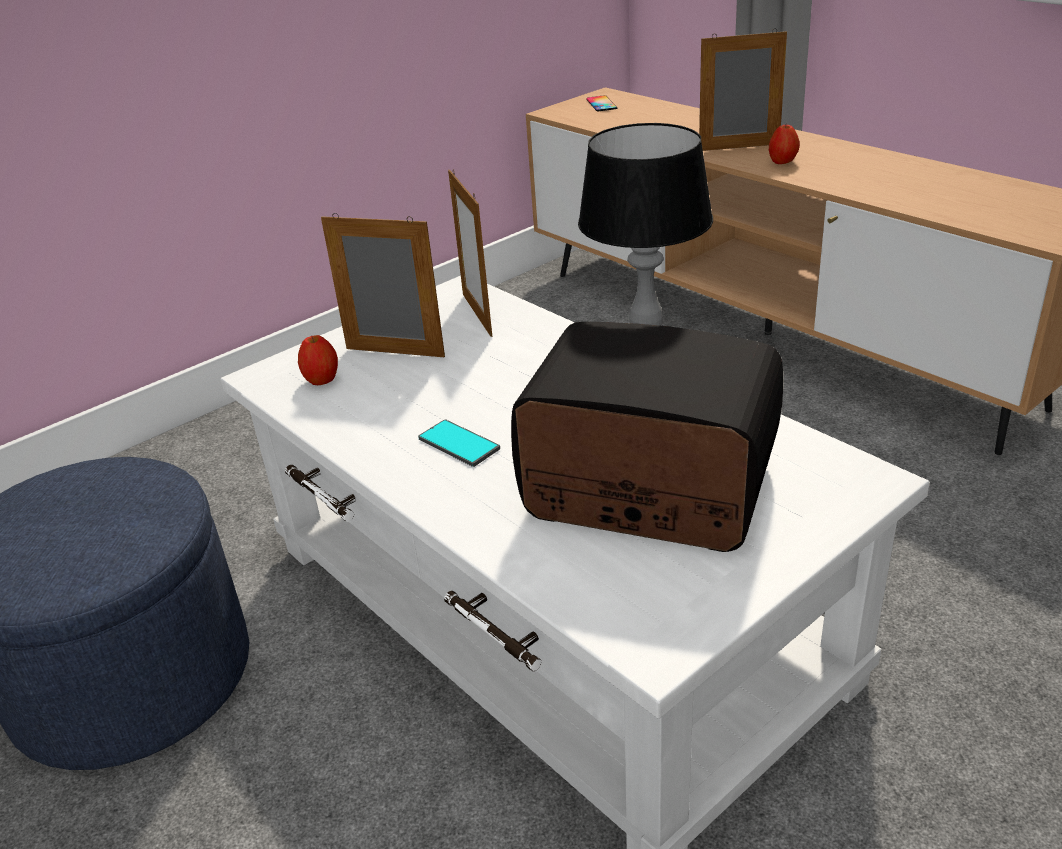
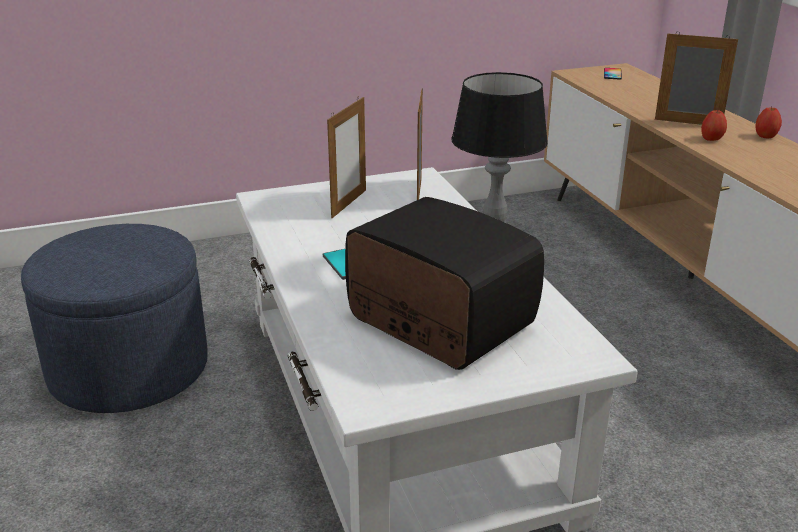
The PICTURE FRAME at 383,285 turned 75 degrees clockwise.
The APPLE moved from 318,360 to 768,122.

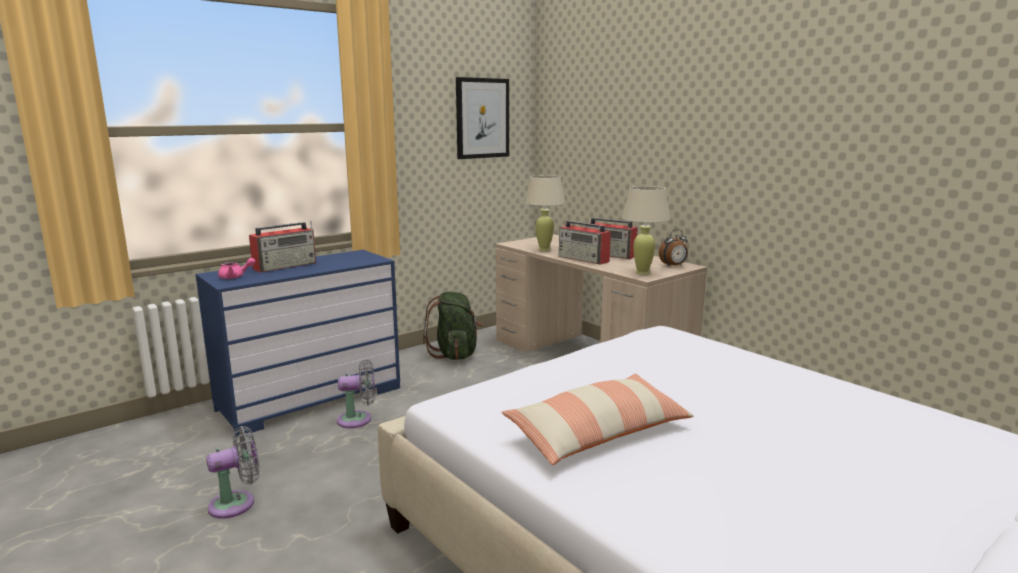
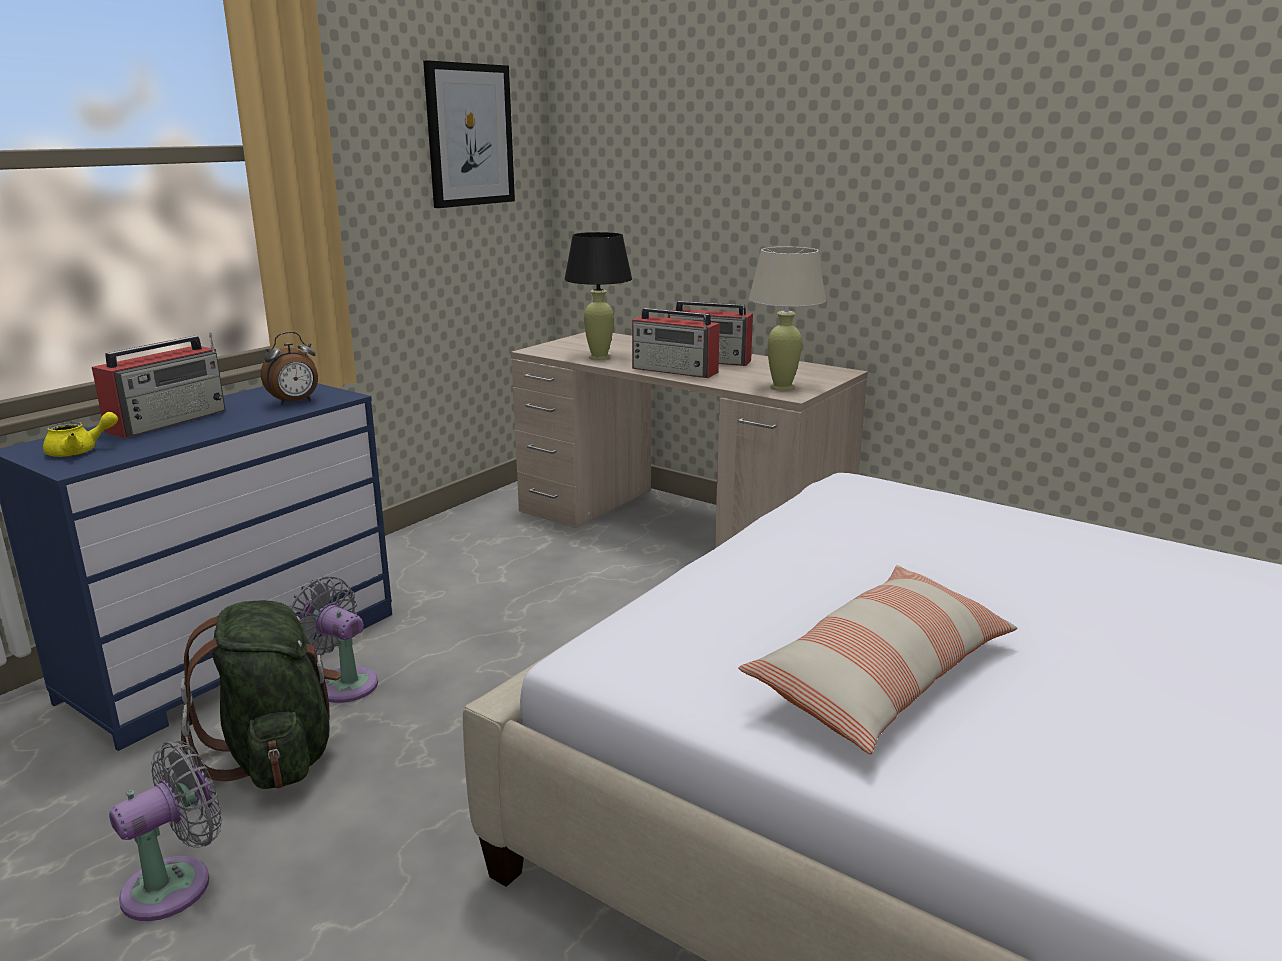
The BEIGE TABLE LAMP at 545,213 became the BLACK TABLE LAMP at 598,296.
The ALARM CLOCK moved from 673,247 to 289,368.
The PINK TEAPOT at 237,268 became the YELLOW TEAPOT at 80,434.
The GREEN BACKPACK moved from 452,326 to 261,694.
The GREY FAN at 356,393 turned 120 degrees counterclockwise.

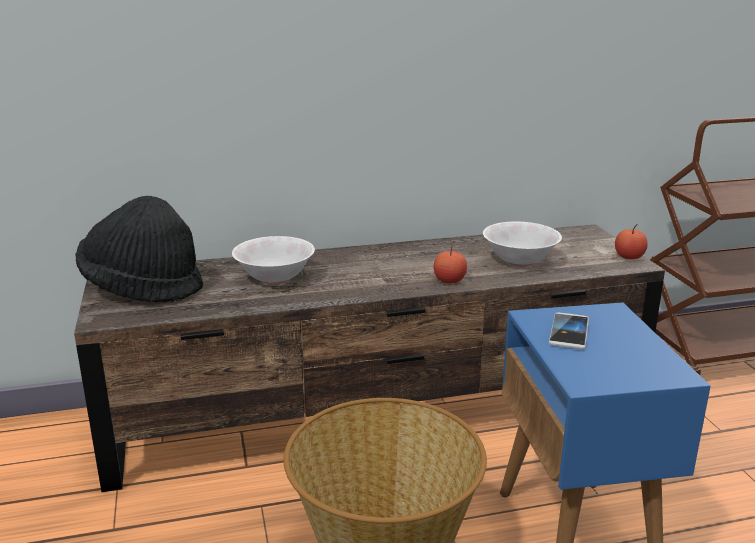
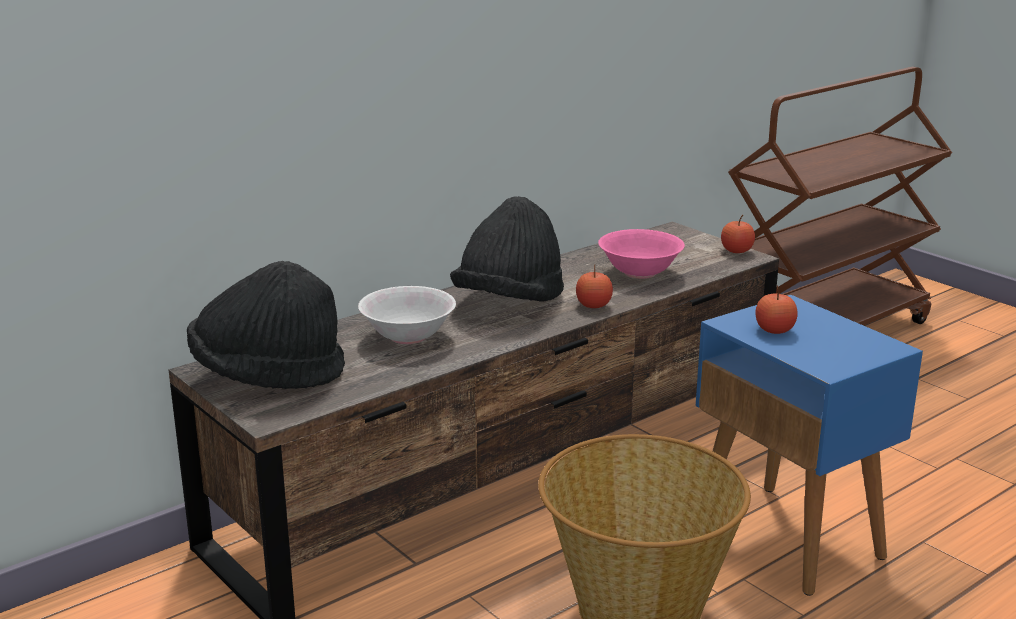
The WHITE BOWL at 522,244 became the PINK BOWL at 641,254.
The PHONE at 569,331 was replaced by the APPLE at 776,309.
The BLACK HAT at 507,249 appeared.

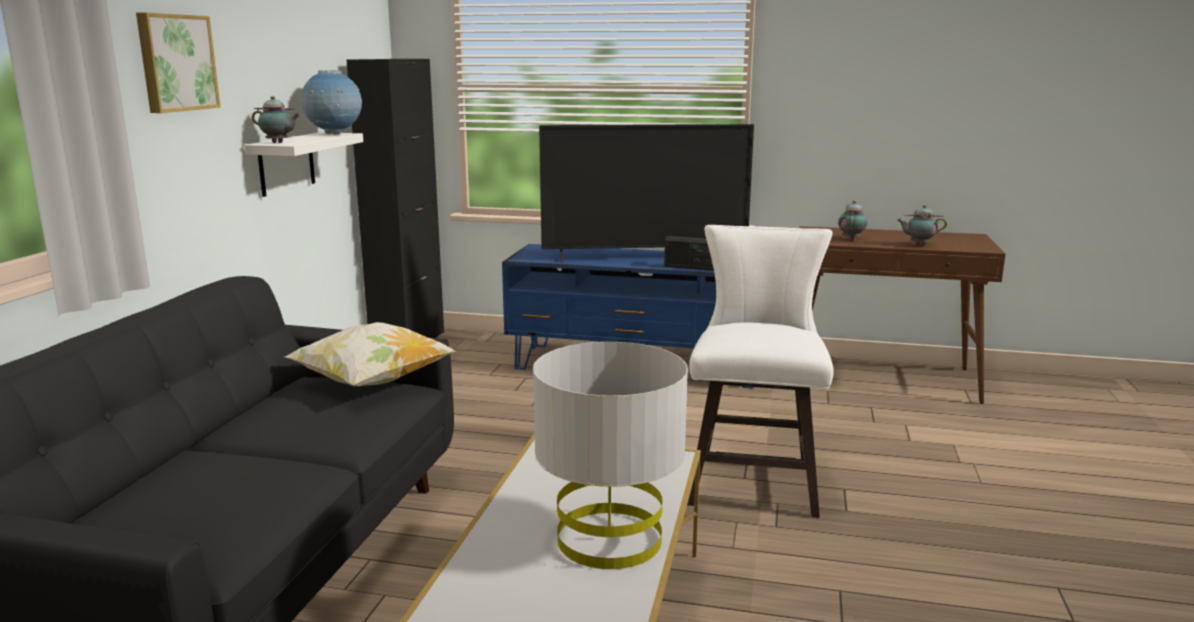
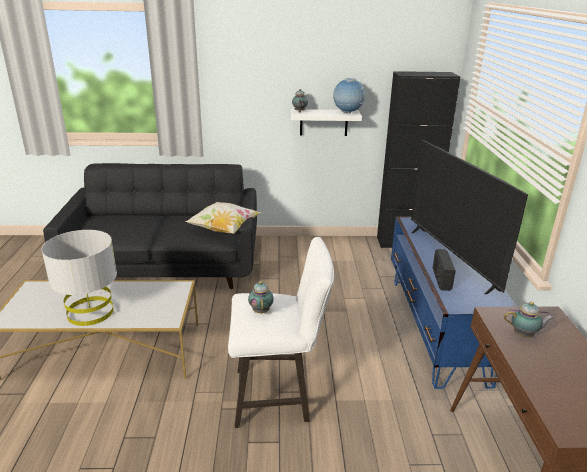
The PICTURE at 178,63 disappeared.
The TEAPOT moved from 922,225 to 261,297.

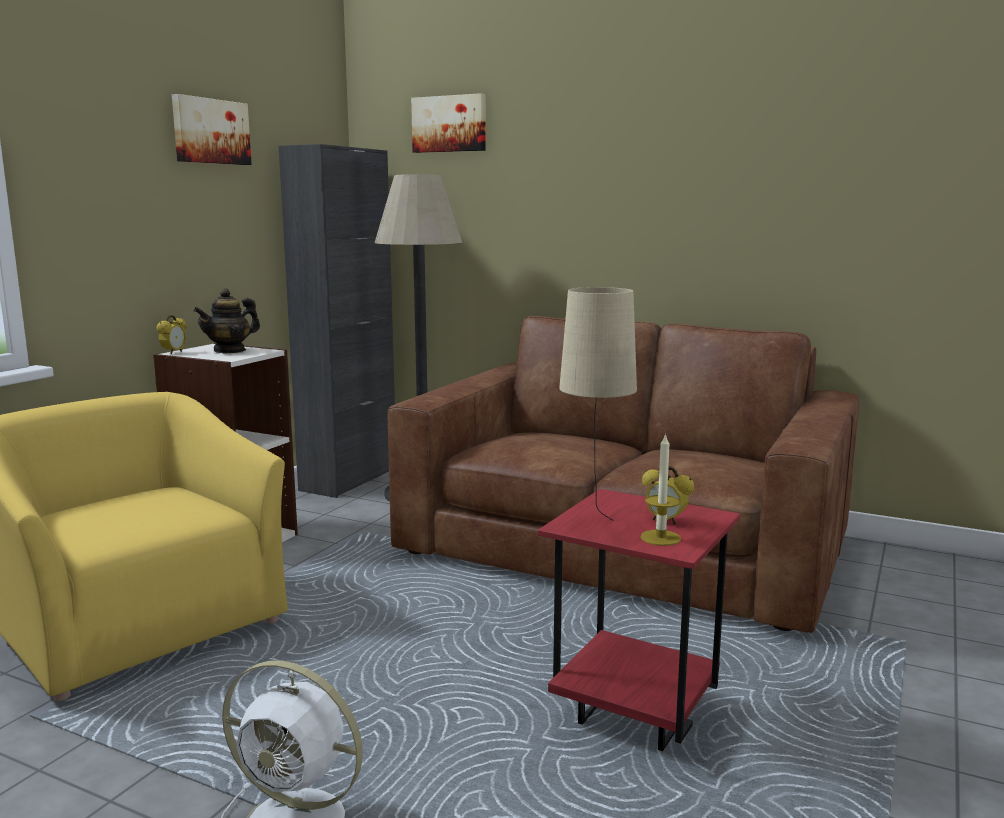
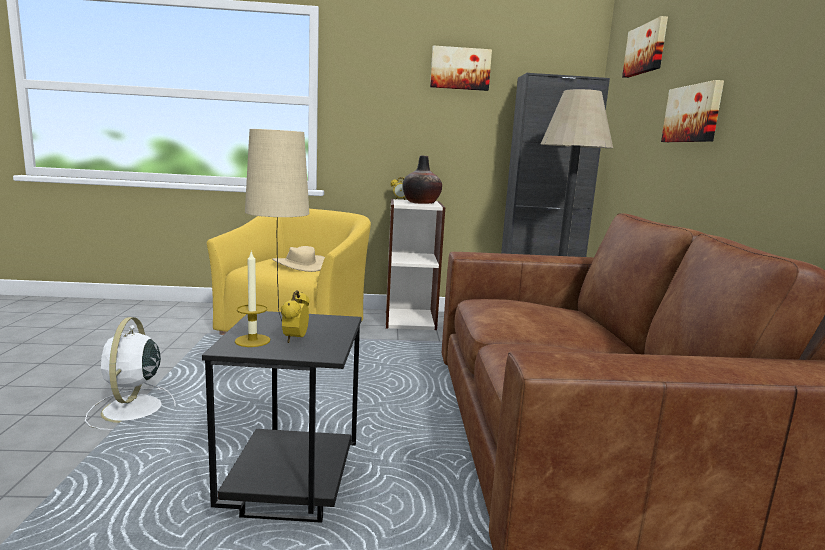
The TEAPOT at 226,320 was replaced by the VASE at 422,180.
The RED SIDE TABLE at 639,620 became the BLACK SIDE TABLE at 282,417.
The PICTURE at 692,111 appeared.
The BEIGE HAT at 298,259 appeared.

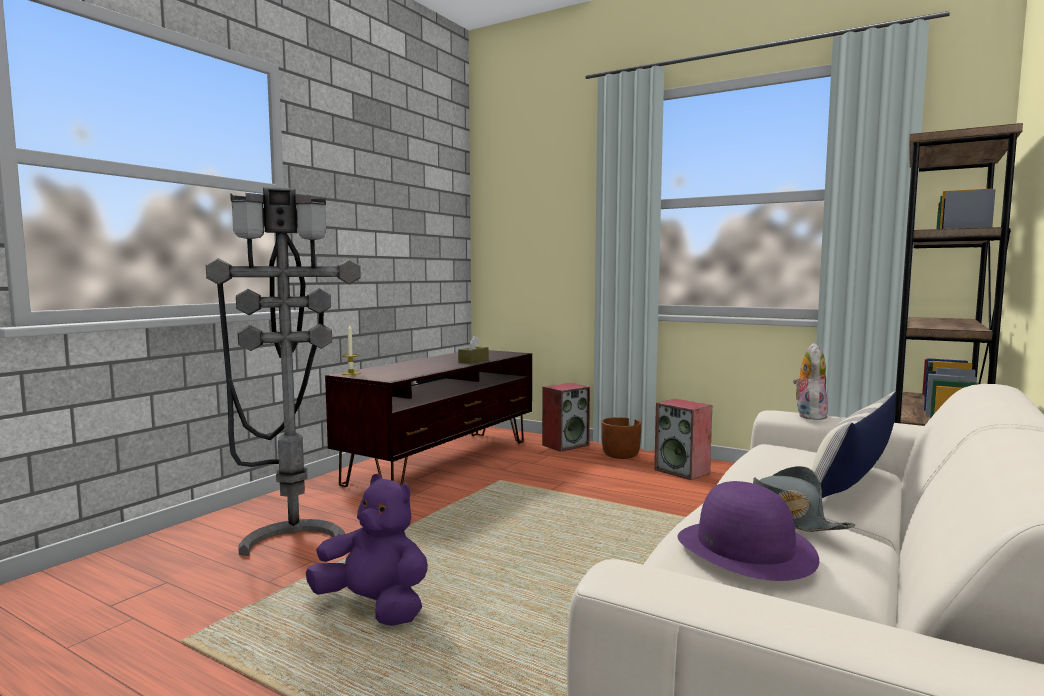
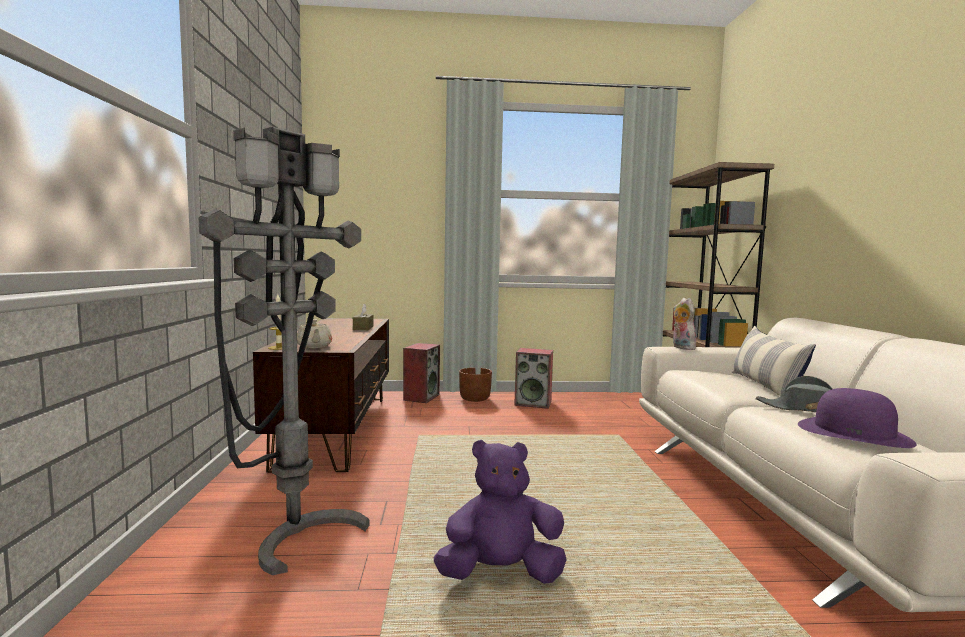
The BEIGE TEAPOT at 314,334 appeared.

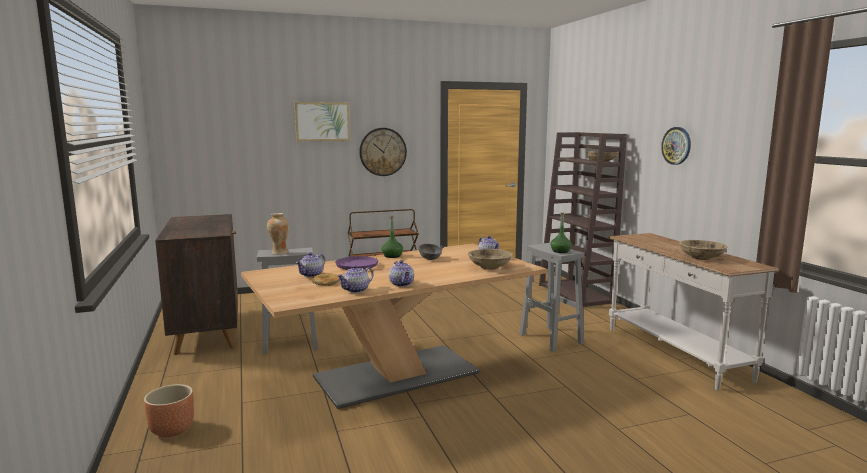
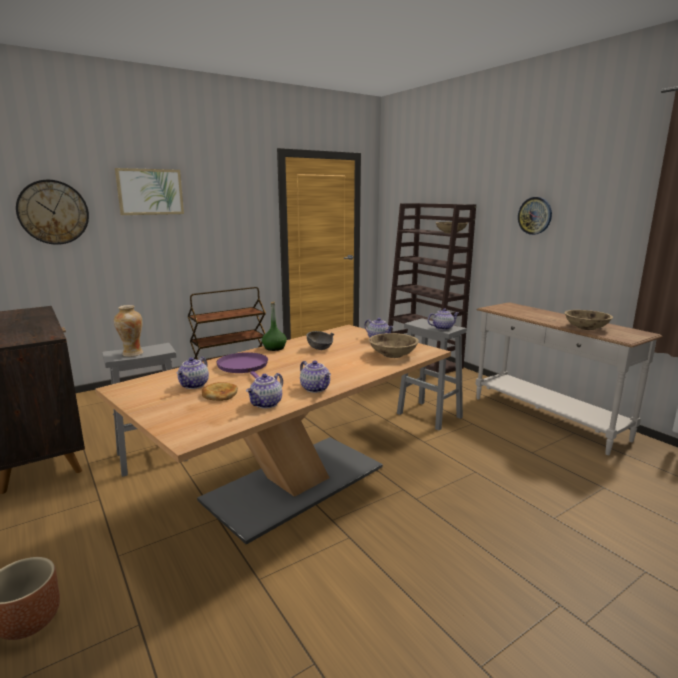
The WALL CLOCK moved from 383,152 to 52,212.
The GREEN BOTTLE at 561,233 was replaced by the TEAPOT at 443,319.

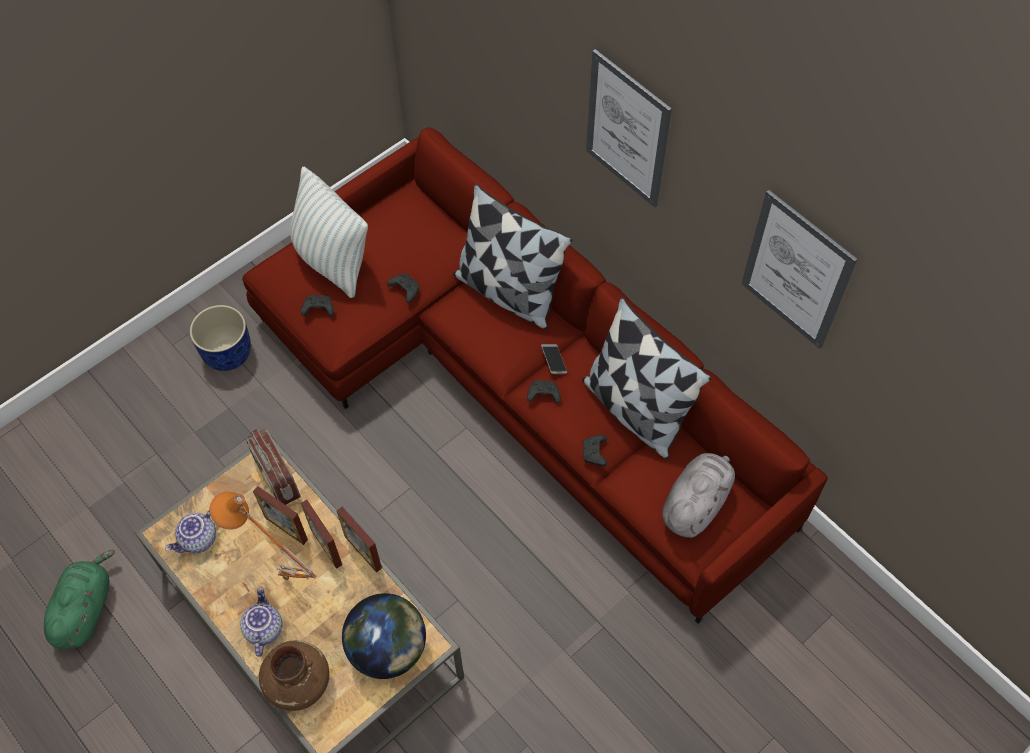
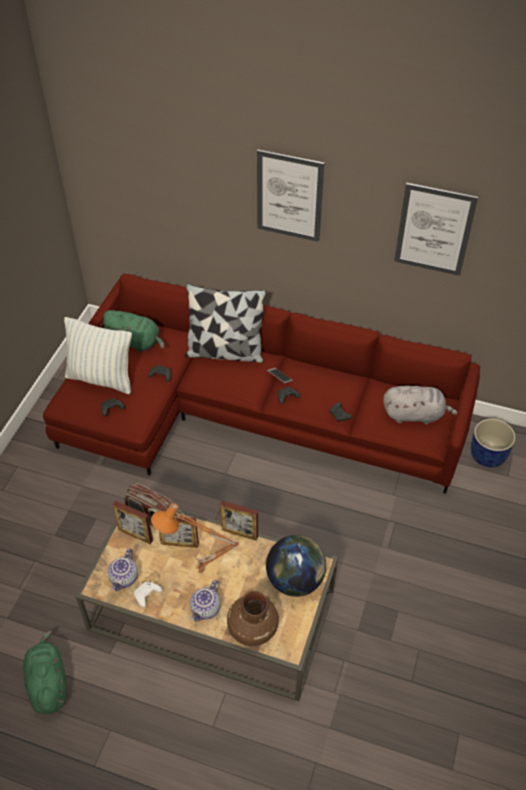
The PILLOW at 647,378 disappeared.
The BLUE PLANTER moved from 220,338 to 493,443.
The GREY PLUSH TOY at 698,495 turned 90 degrees clockwise.
The PICTURE FRAME moved from 321,534 to 133,522.
The TEAPOT at 261,622 turned 120 degrees counterclockwise.
The GREEN PLUSH TOY at 132,331 appeared.
The WHITE GAME CONTROLLER at 148,594 appeared.

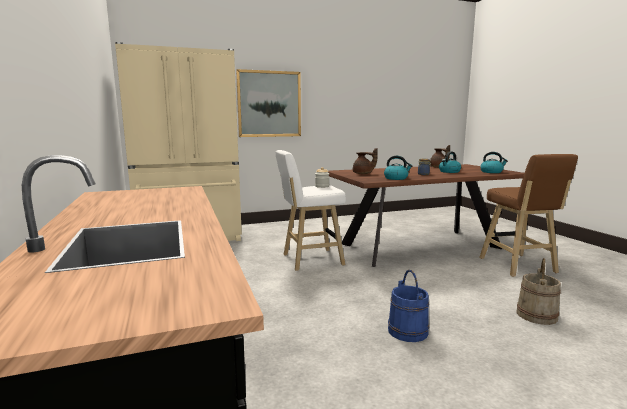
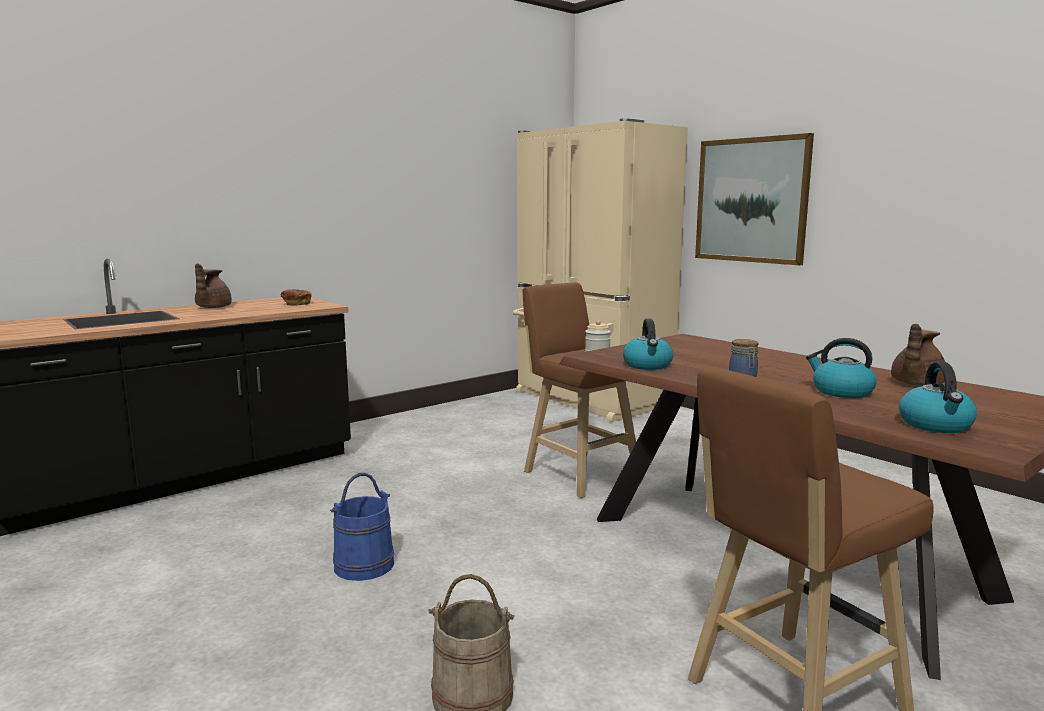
The BROWN TEAPOT moved from 365,161 to 213,286.
The WHITE STOOL at 311,210 became the BROWN STOOL at 579,390.
The BREAD at 296,297 appeared.

